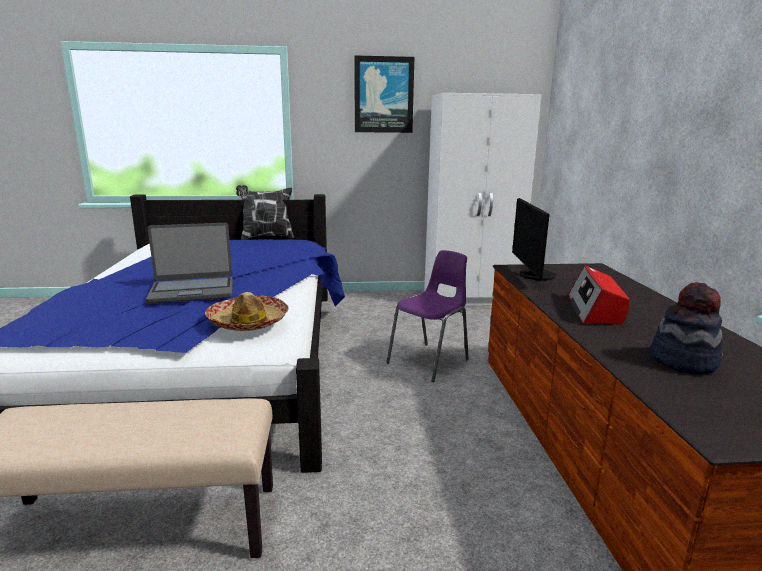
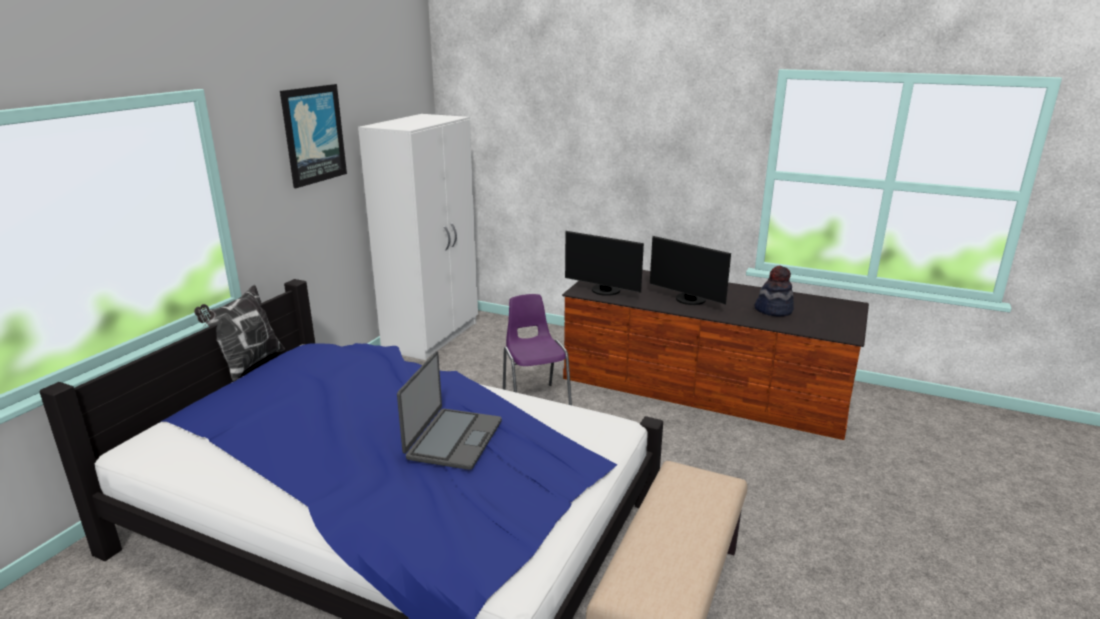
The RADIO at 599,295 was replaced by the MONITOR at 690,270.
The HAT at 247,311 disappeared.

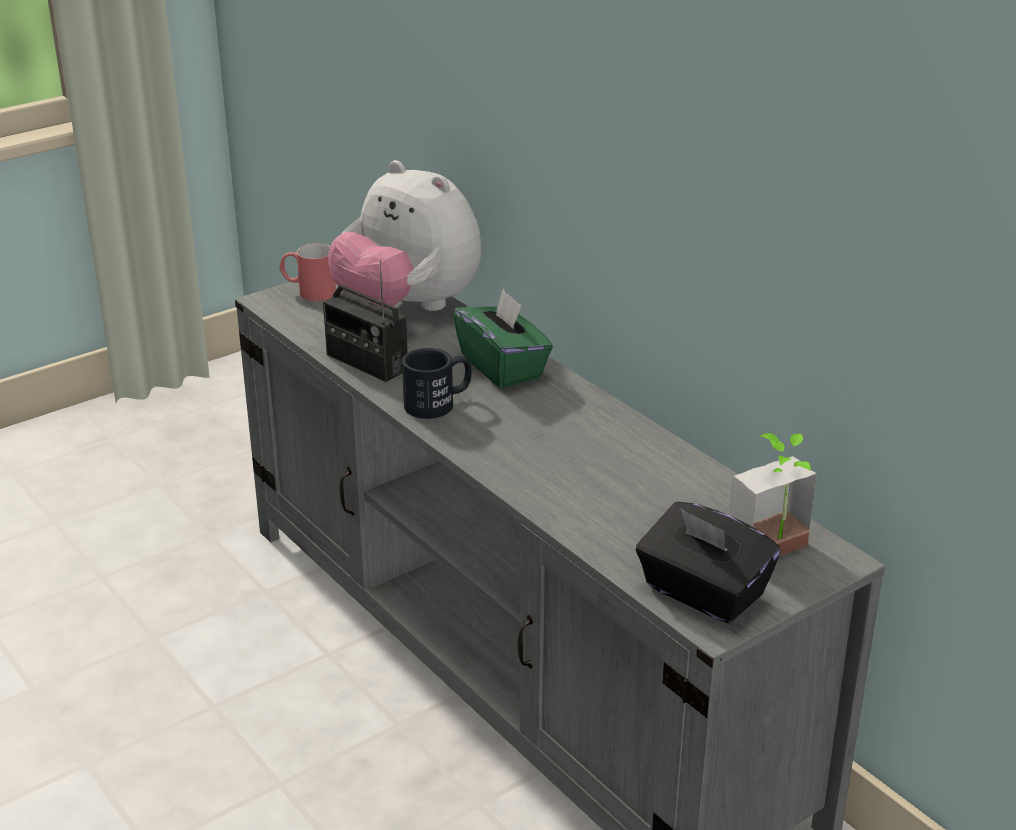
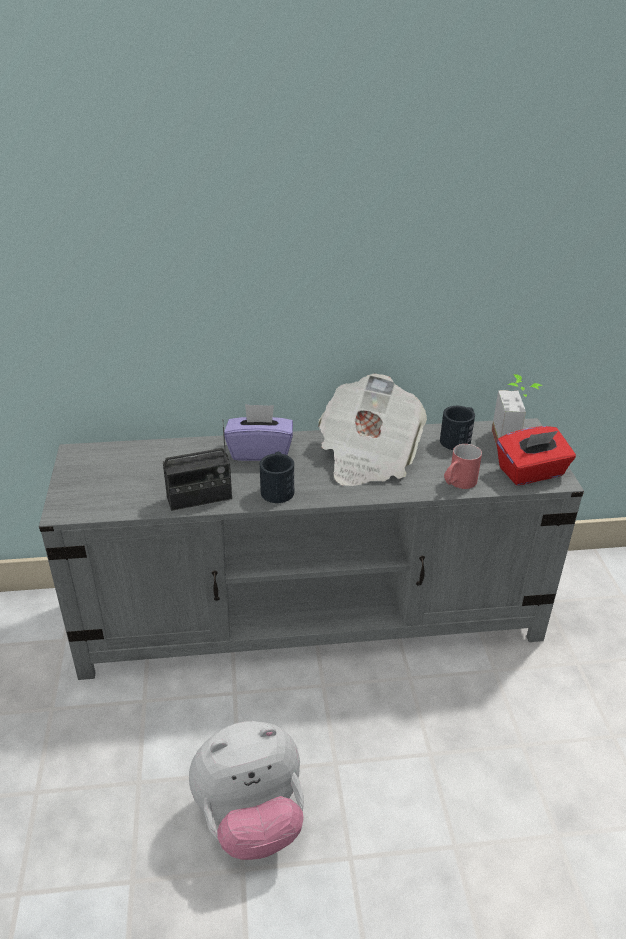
The PLUSH TOY moved from 404,235 to 246,790.
The RED MUG moved from 308,272 to 463,466.
The GREEN TISSUE BOX at 503,338 became the PURPLE TISSUE BOX at 258,432.
The BLACK TISSUE BOX at 708,562 became the RED TISSUE BOX at 536,455.
The NEWSPAPER at 372,430 appeared.
The BLACK MUG at 457,428 appeared.

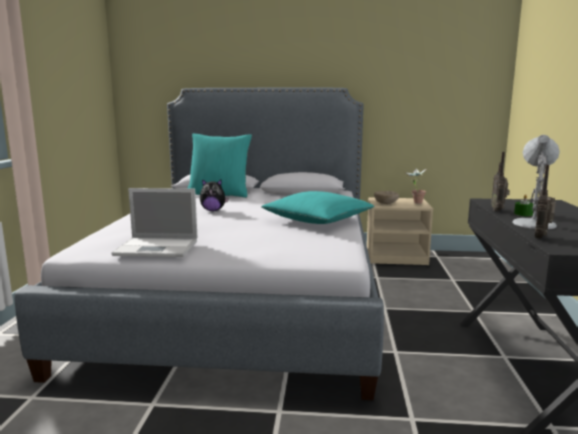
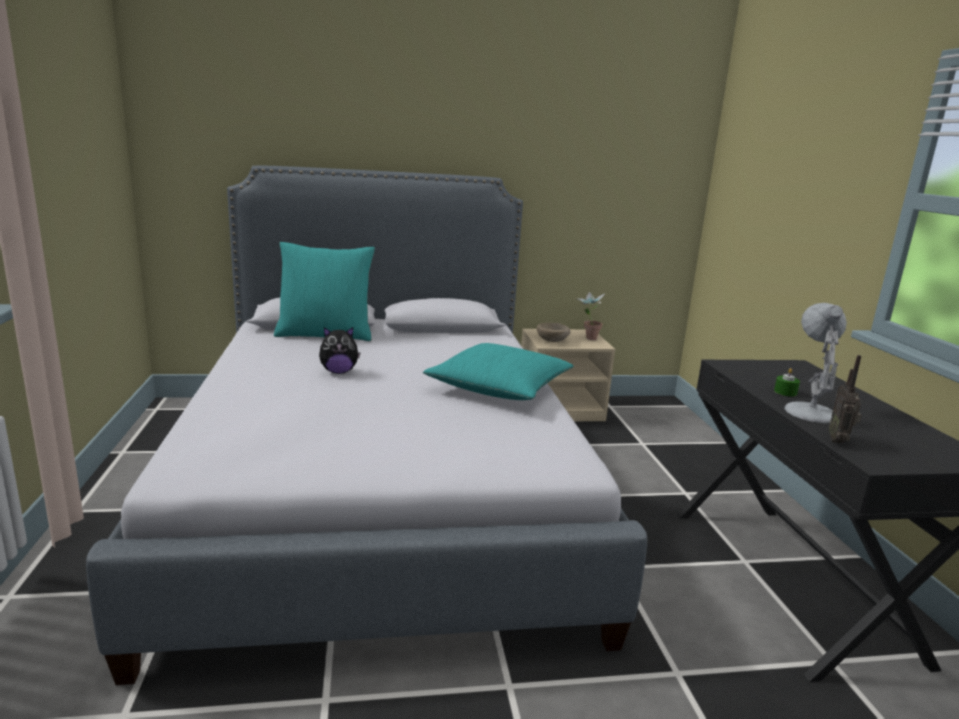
The RADIO at 500,181 disappeared.
The LAPTOP at 154,222 disappeared.

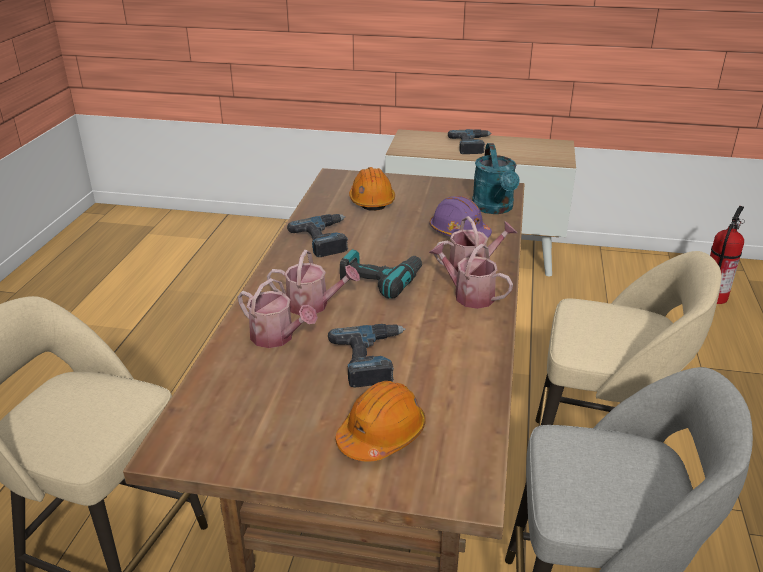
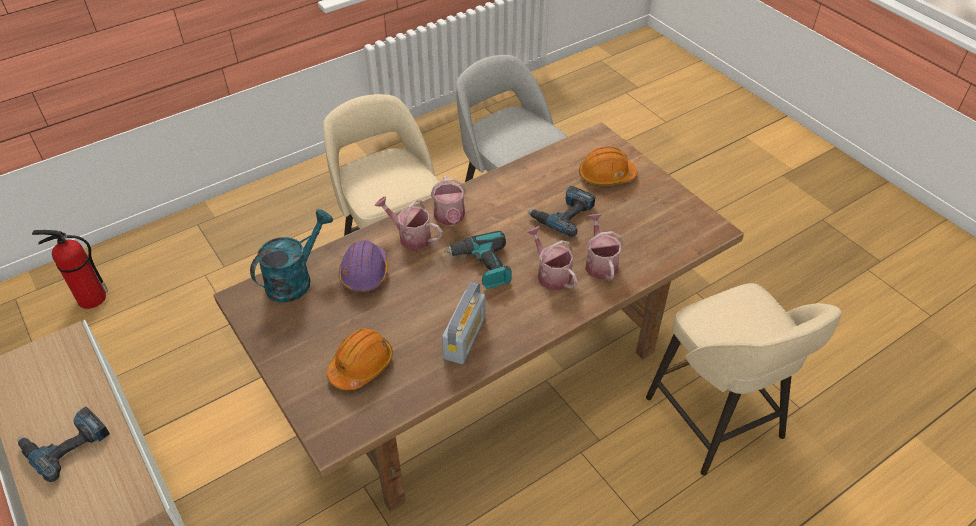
The POWER DRILL at 317,235 was replaced by the RADIO at 463,323.

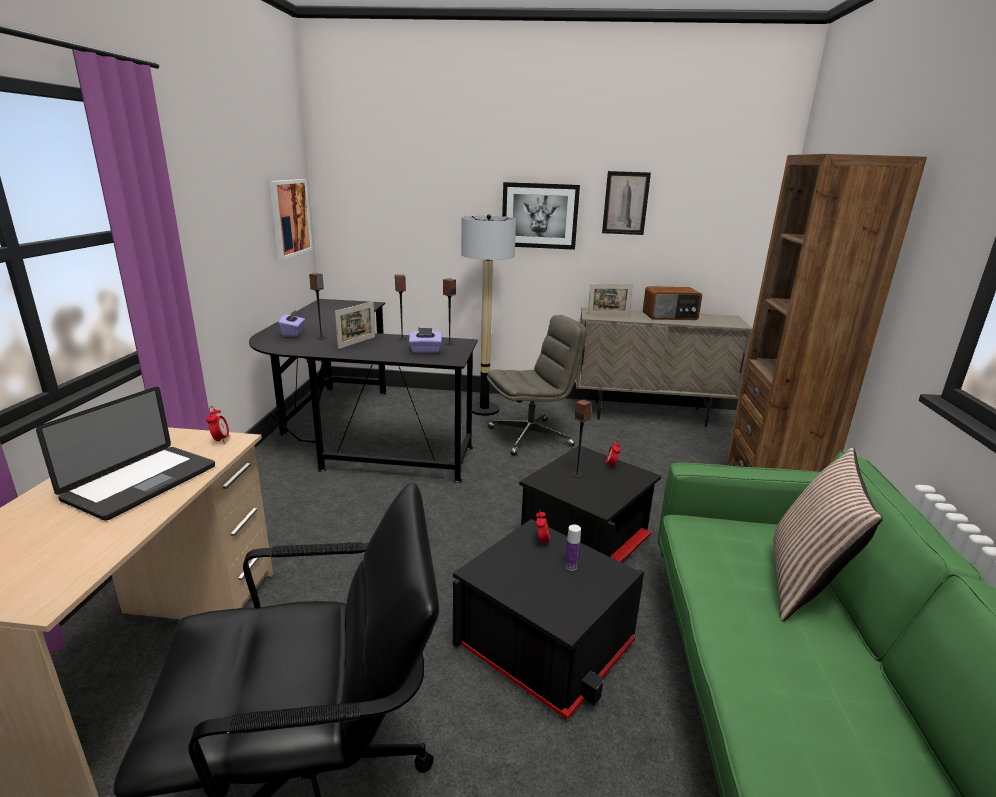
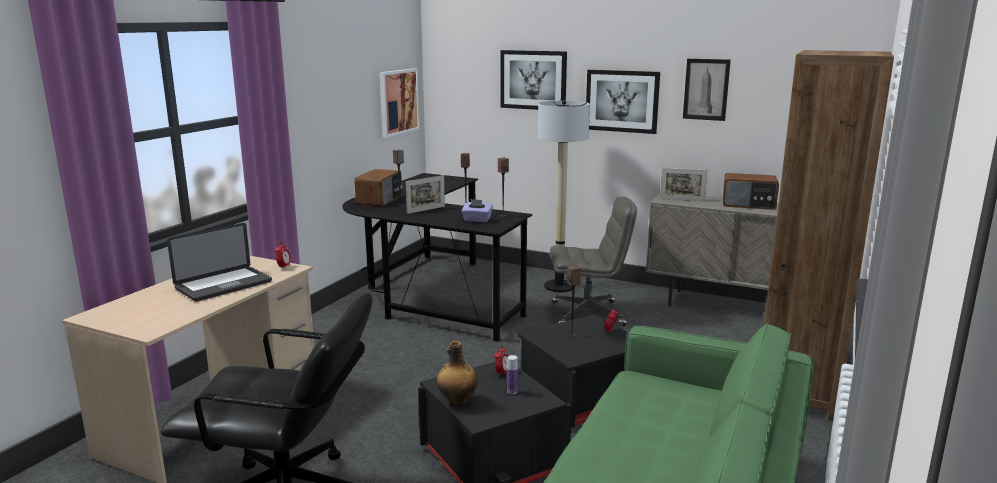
The PURPLE TISSUE BOX at 291,323 was replaced by the RADIO at 378,187.
The PILLOW at 828,534 disappeared.
The PICTURE at 533,80 appeared.
The BOTTLE at 457,373 appeared.

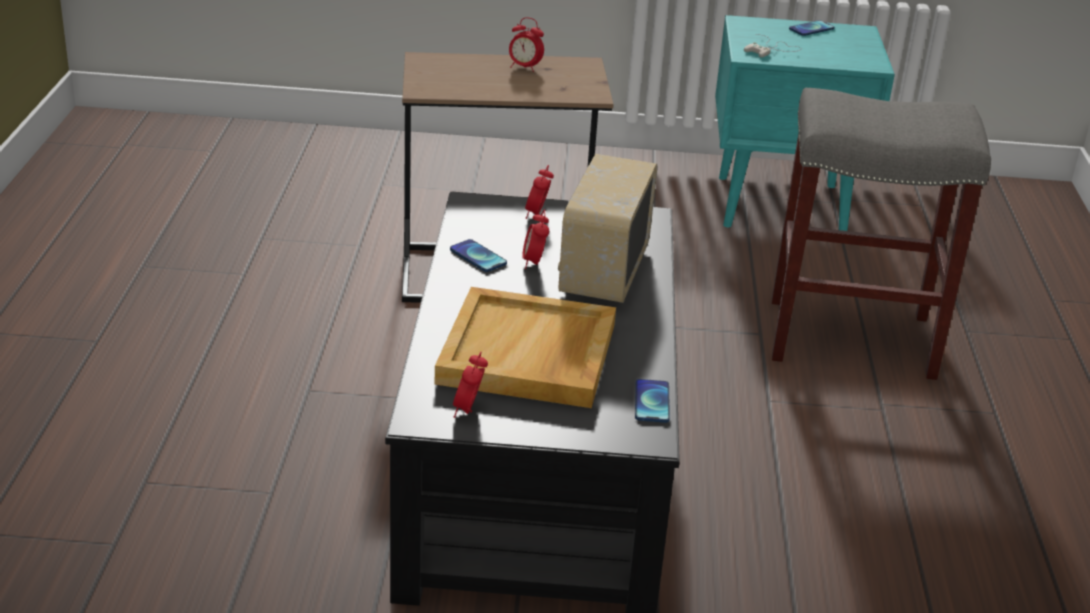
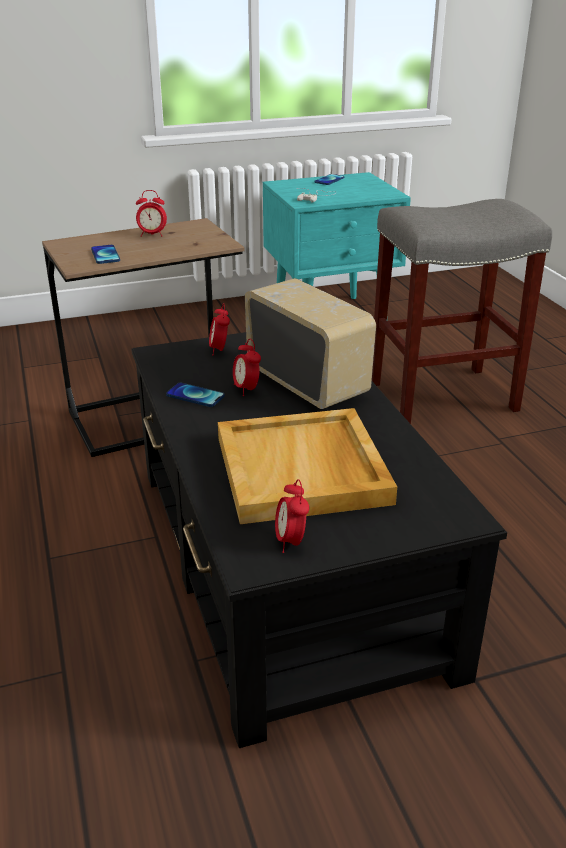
The RADIO at 607,228 turned 150 degrees clockwise.
The PHONE moved from 652,401 to 105,254.

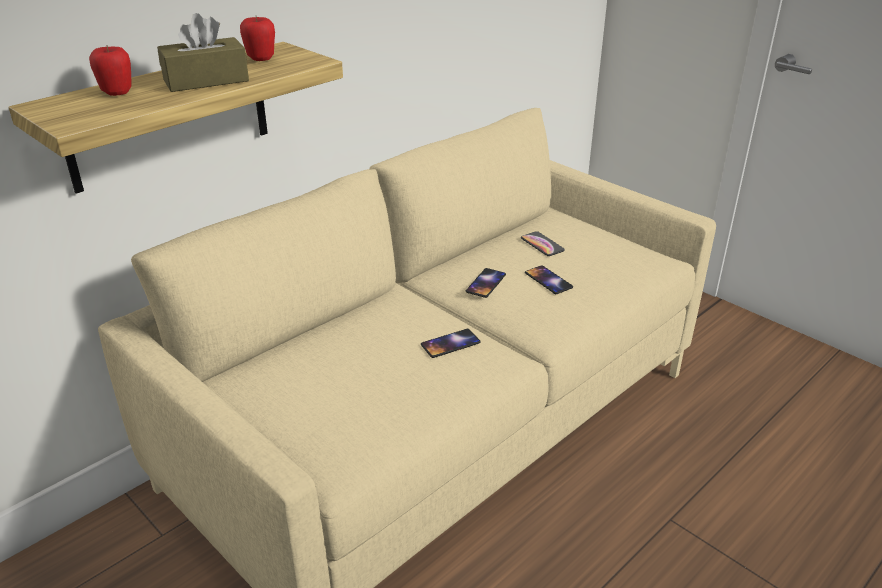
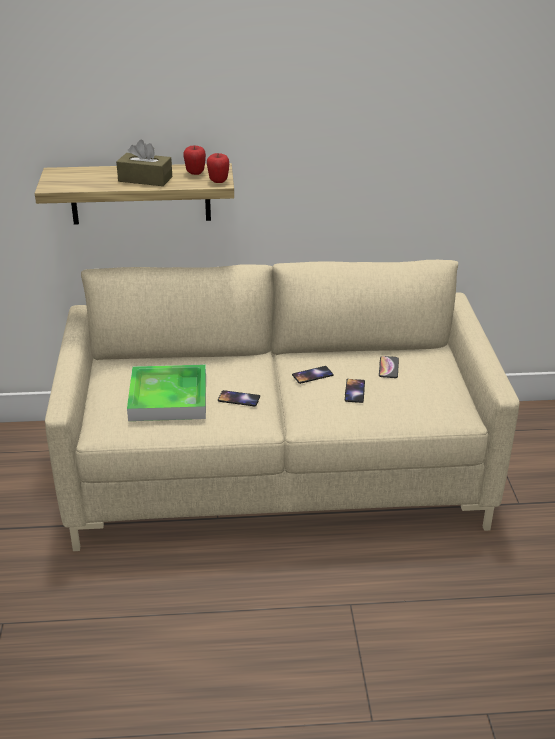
The APPLE moved from 110,70 to 218,168.
The TRAY at 166,392 appeared.

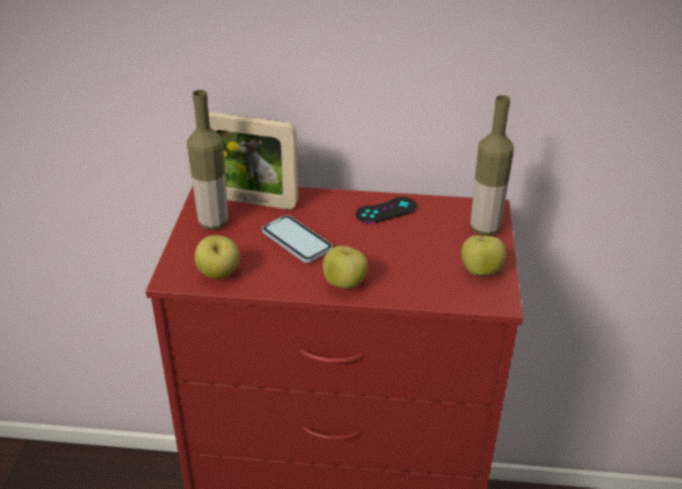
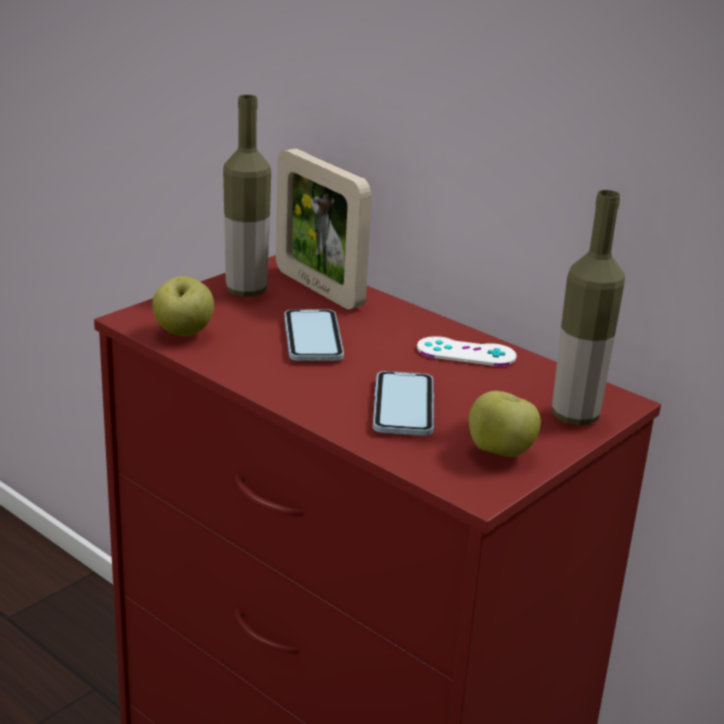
The BLACK GAME CONTROLLER at 386,210 became the WHITE GAME CONTROLLER at 467,351.
The APPLE at 345,267 disappeared.
The PHONE at 403,403 appeared.

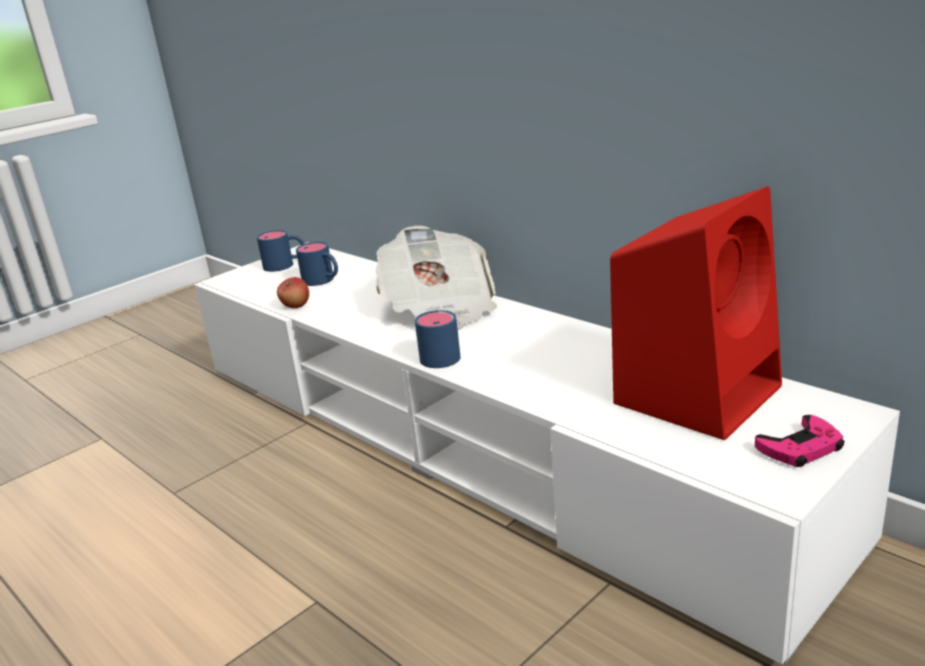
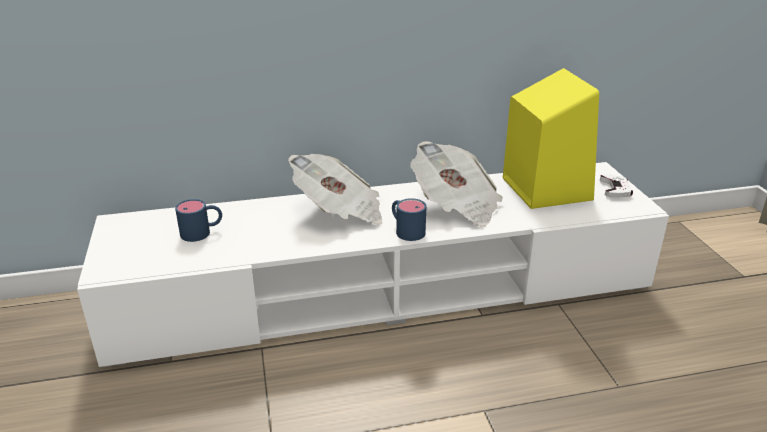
The RED SPEAKER at 696,313 became the YELLOW SPEAKER at 551,138.
The BLUE MUG at 280,251 disappeared.
The APPLE at 293,292 disappeared.
The PINK GAME CONTROLLER at 799,441 became the WHITE GAME CONTROLLER at 616,186.
The NEWSPAPER at 456,184 appeared.

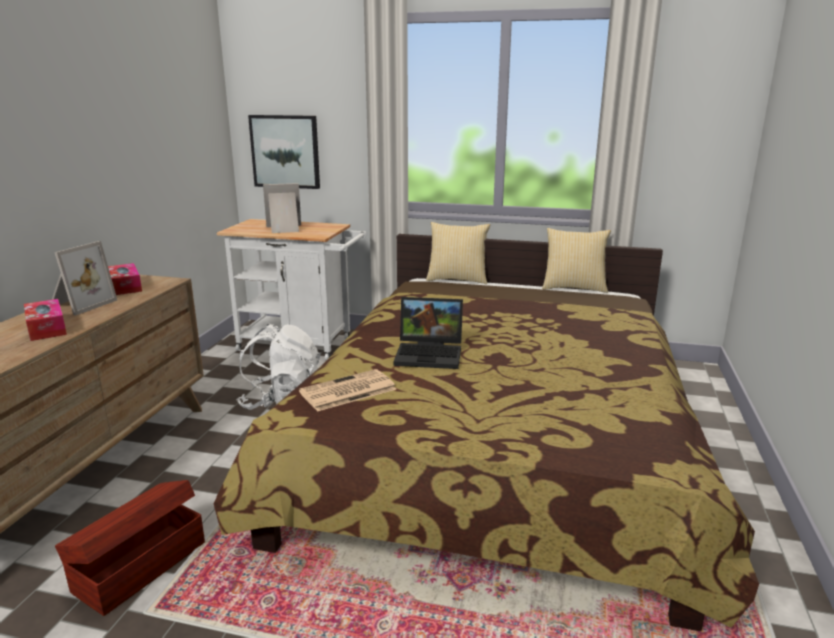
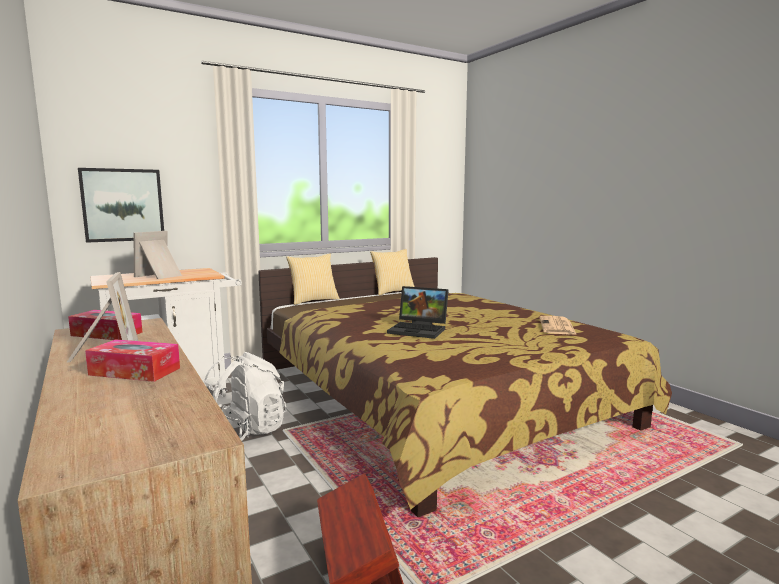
The LAPTOP at 428,333 turned 60 degrees clockwise.
The NEWSPAPER moved from 347,390 to 558,325.

